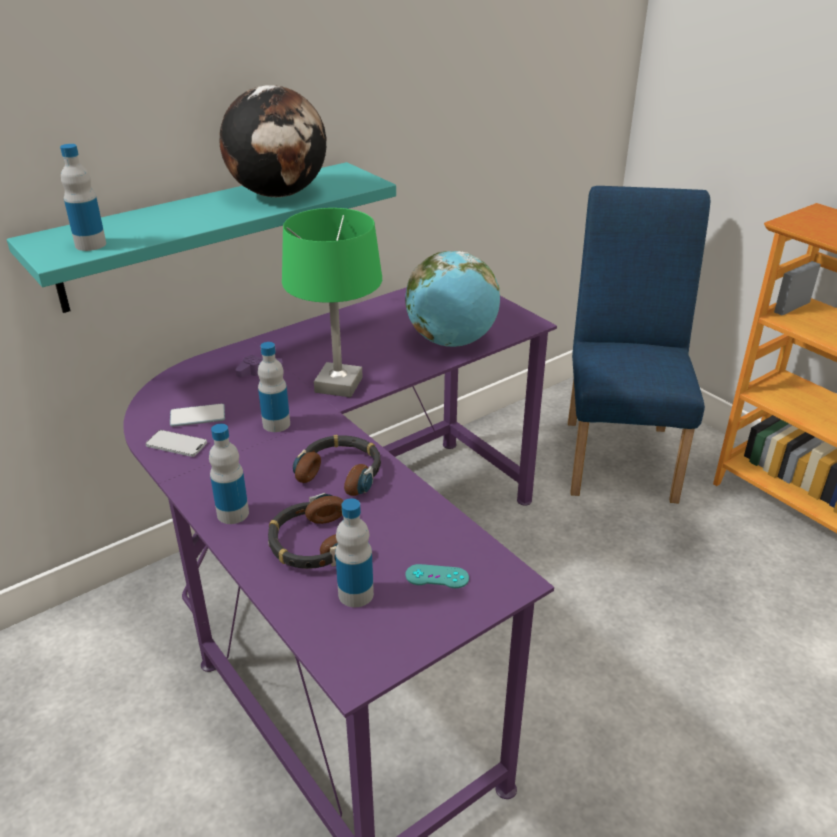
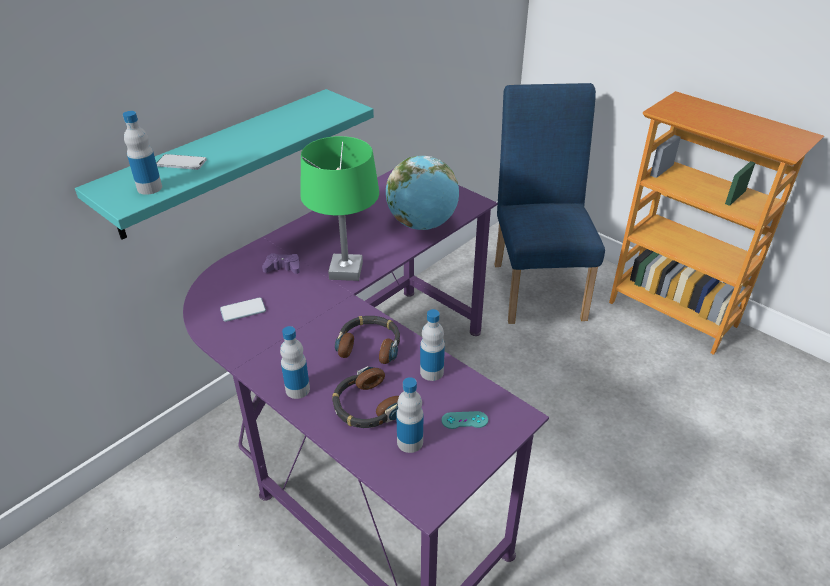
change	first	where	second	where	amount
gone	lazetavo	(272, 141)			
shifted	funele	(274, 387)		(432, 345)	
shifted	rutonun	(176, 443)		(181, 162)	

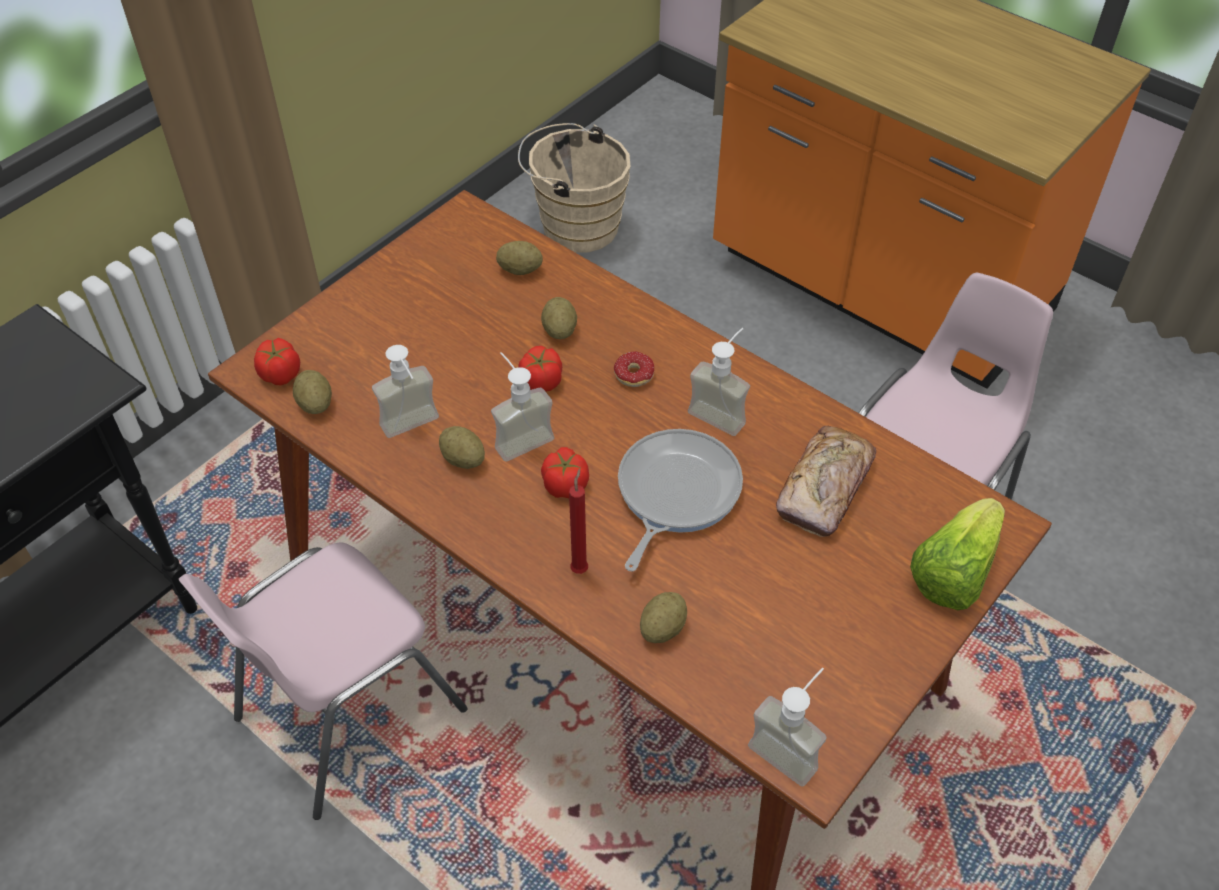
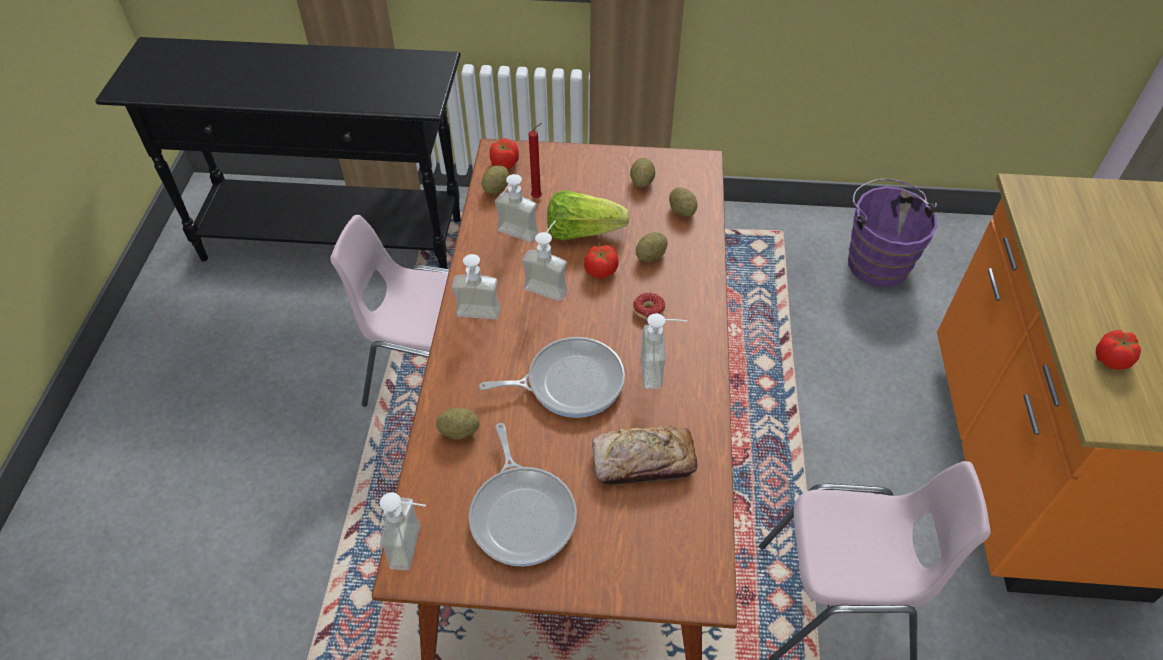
change	first	where	second	where	amount
repainted	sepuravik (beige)	(574, 188)	sepuravik (purple)	(893, 233)	
shifted	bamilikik	(462, 447)		(642, 172)	
shifted	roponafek	(565, 472)		(1118, 350)	
shifted	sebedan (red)	(578, 521)		(535, 160)	
shifted	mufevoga	(957, 554)		(588, 215)	
new			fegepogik	(476, 286)	
new			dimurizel	(523, 494)	

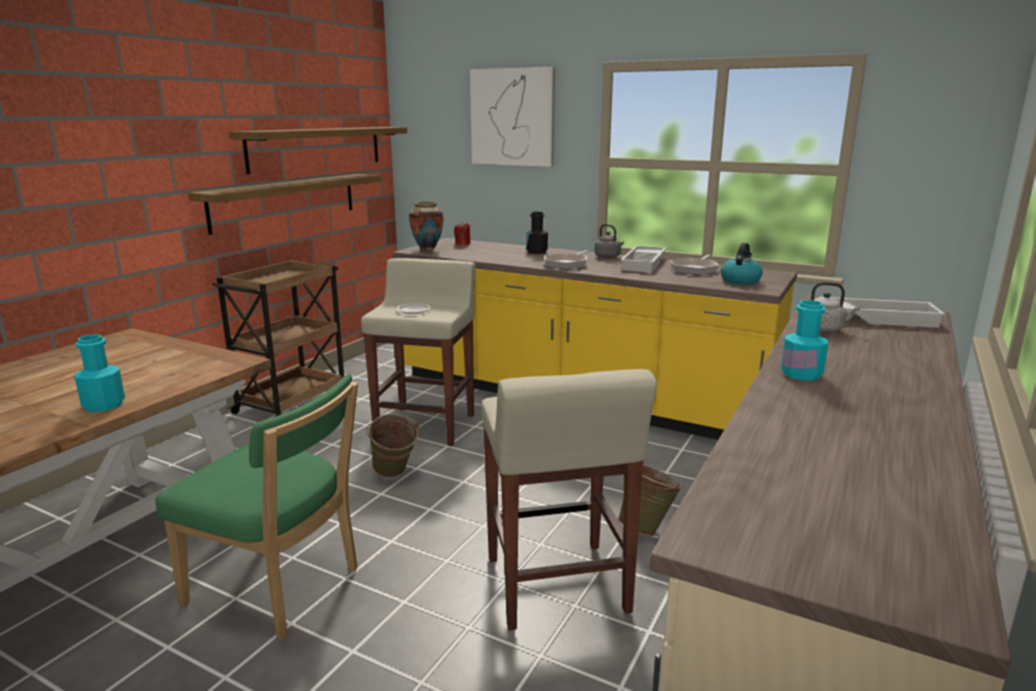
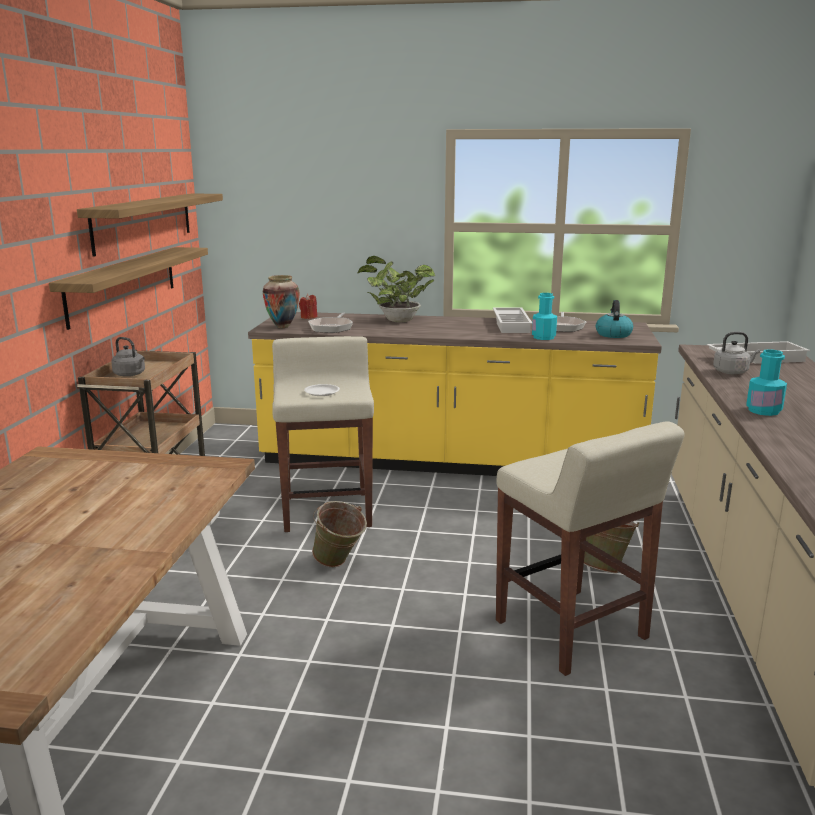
change	first	where	second	where	amount
gone	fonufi	(512, 117)			
swapped	funele (black)	(537, 233)	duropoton	(396, 289)	
shifted	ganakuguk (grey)	(609, 241)		(128, 357)	
shifted	dimurizel	(566, 259)		(330, 322)	
shifted	funele (turquoise)	(99, 373)		(544, 316)	
gone	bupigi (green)	(256, 507)			

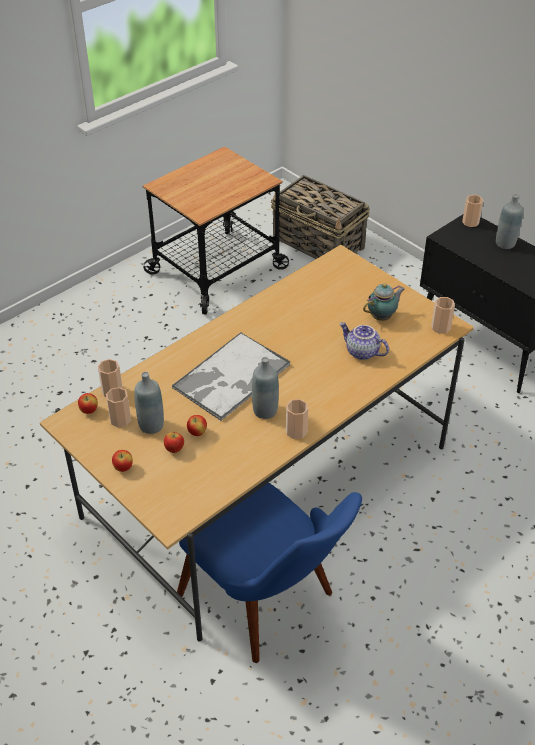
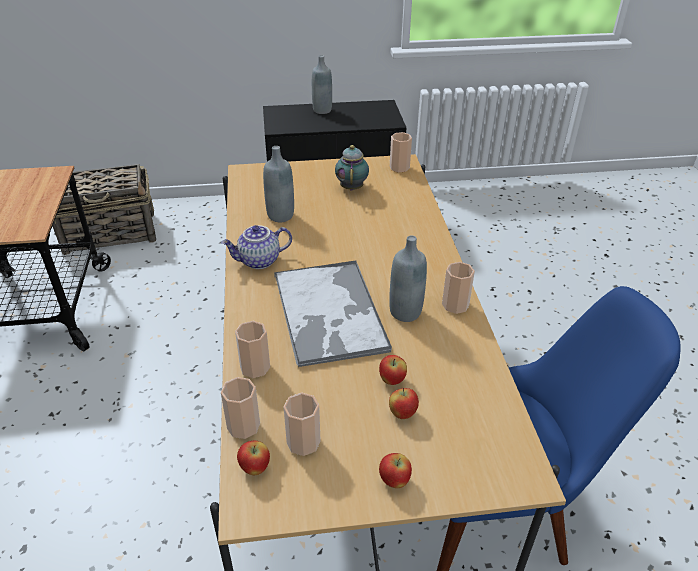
change	first	where	second	where	amount
shifted	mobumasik	(472, 211)		(252, 349)	
shifted	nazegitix	(364, 341)		(256, 247)	
shifted	funele (grey)	(149, 403)		(278, 184)	

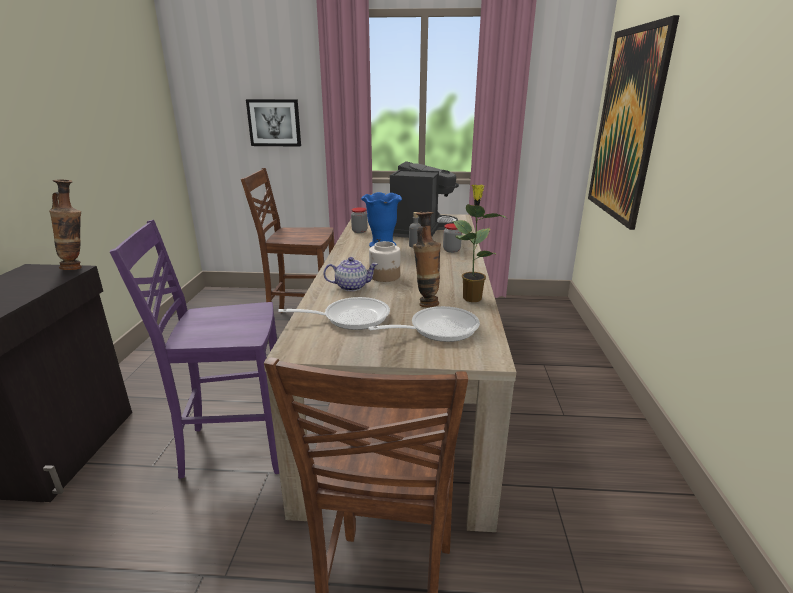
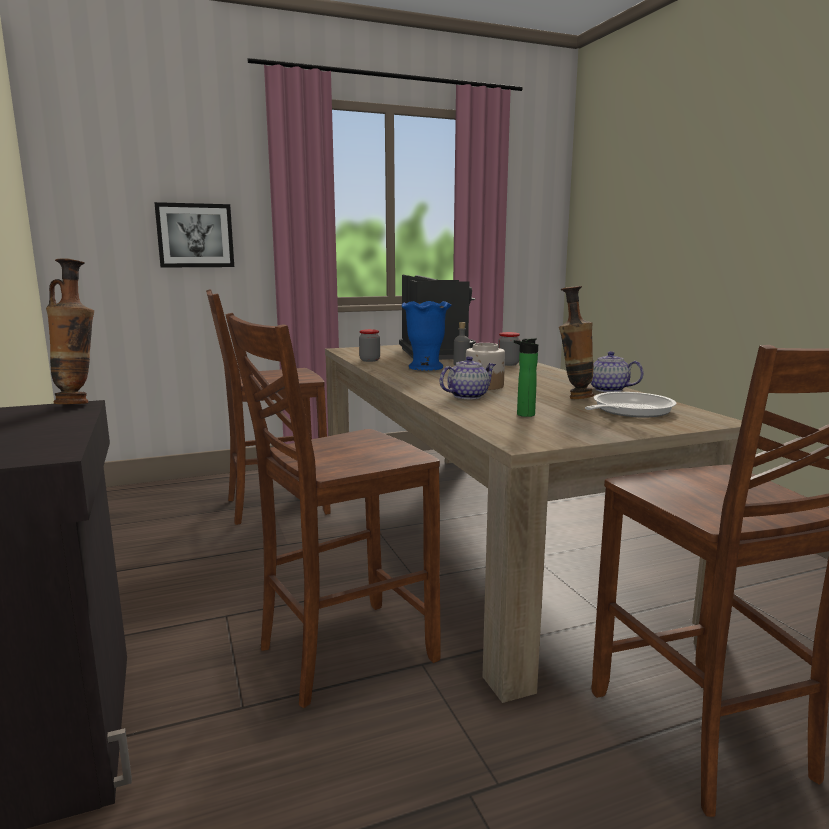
change	first	where	second	where	amount
gone	fonufi	(634, 122)			
swapped	duropoton	(480, 243)	nazegitix	(617, 371)	
repainted	bupigi (purple)	(194, 349)	bupigi (brown)	(333, 510)	
swapped	dimurizel	(334, 313)	funele	(526, 377)	

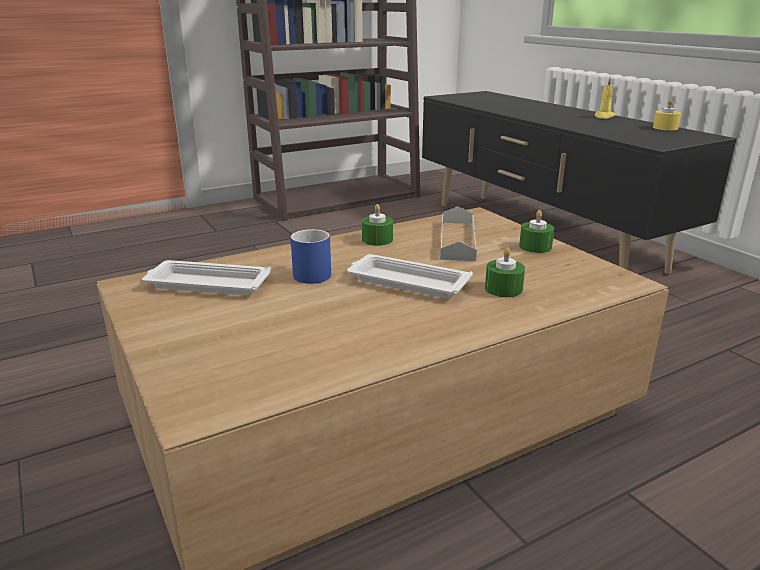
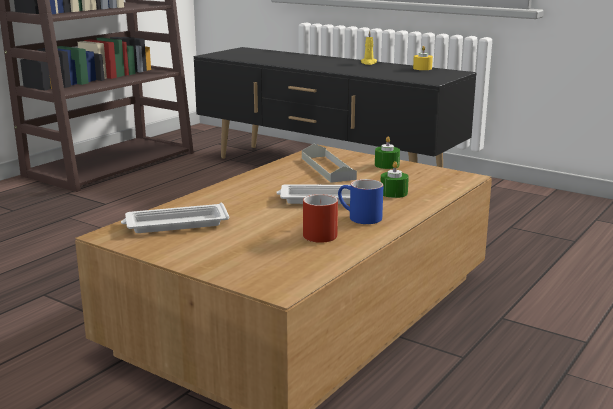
change	first	where	second	where	amount
gone	sebedan (green)	(377, 225)			
shifted	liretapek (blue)	(310, 256)		(361, 201)	
new			liretapek (red)	(320, 218)	

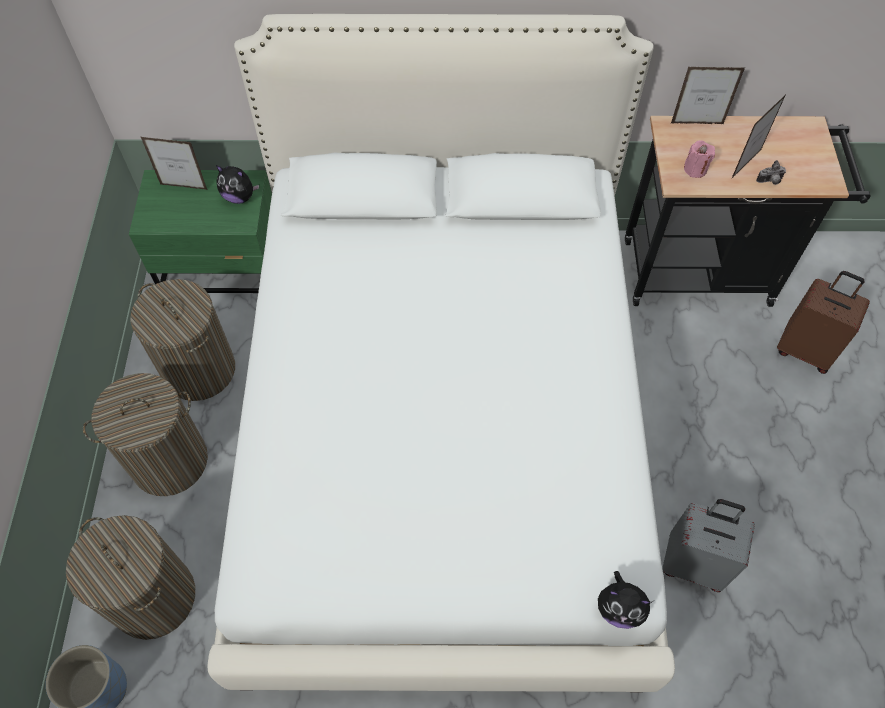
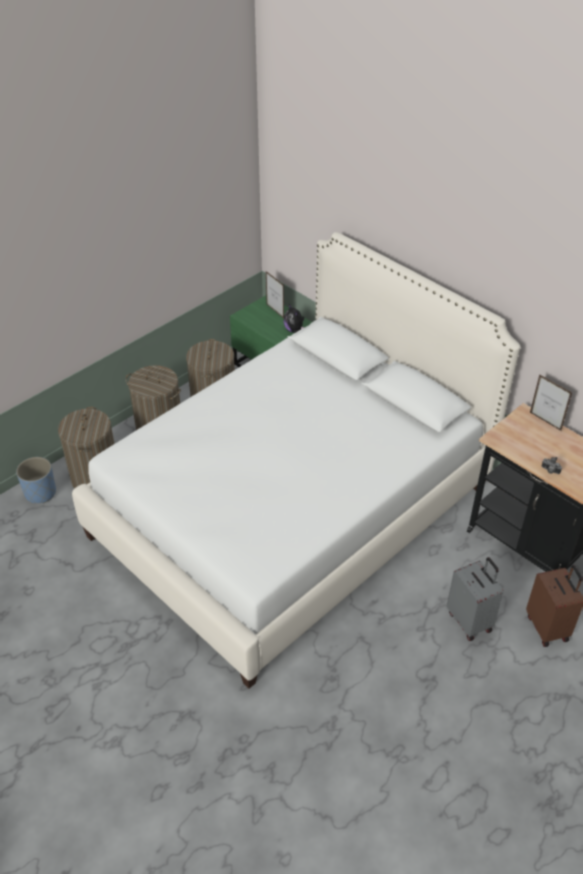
change	first	where	second	where	amount
gone	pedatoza	(759, 136)			
gone	sebedan (pink)	(699, 159)			
shifted	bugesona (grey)	(708, 545)		(475, 599)	
gone	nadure	(626, 600)			

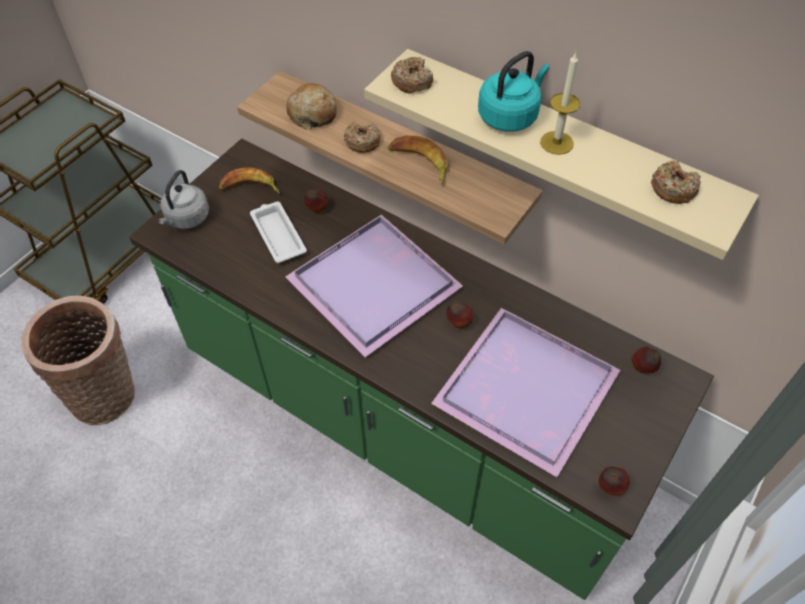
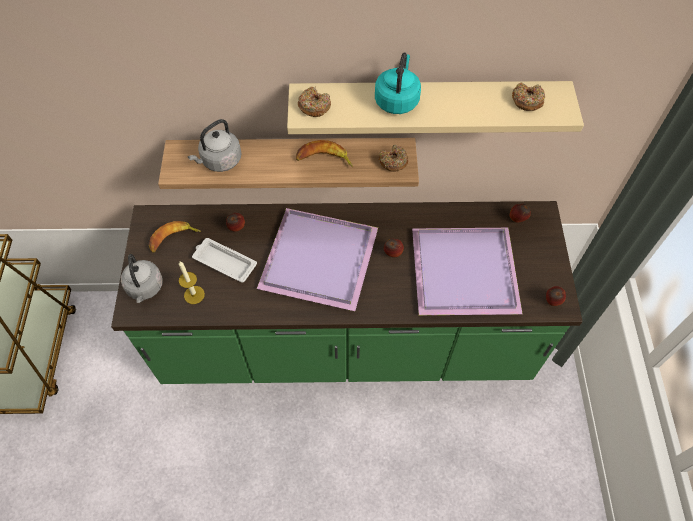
change	first	where	second	where	amount
shifted	sebedan	(560, 103)		(192, 282)	
swapped	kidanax	(311, 106)	ganakuguk (grey)	(215, 145)	
shifted	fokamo	(362, 137)		(393, 158)	
gone	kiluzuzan	(78, 360)			

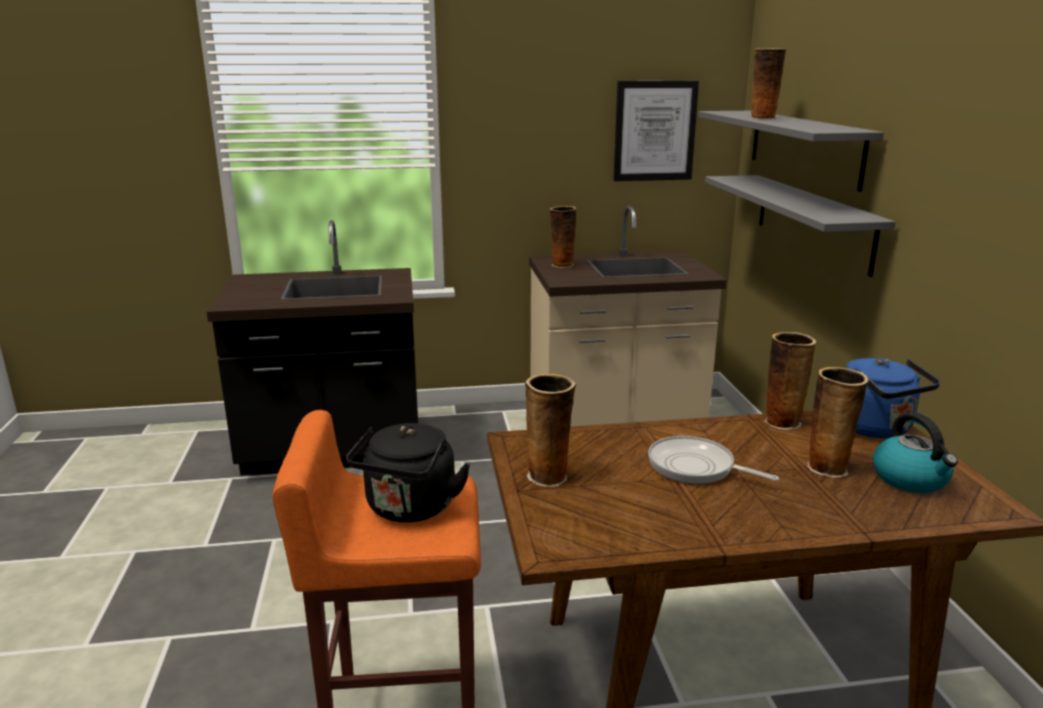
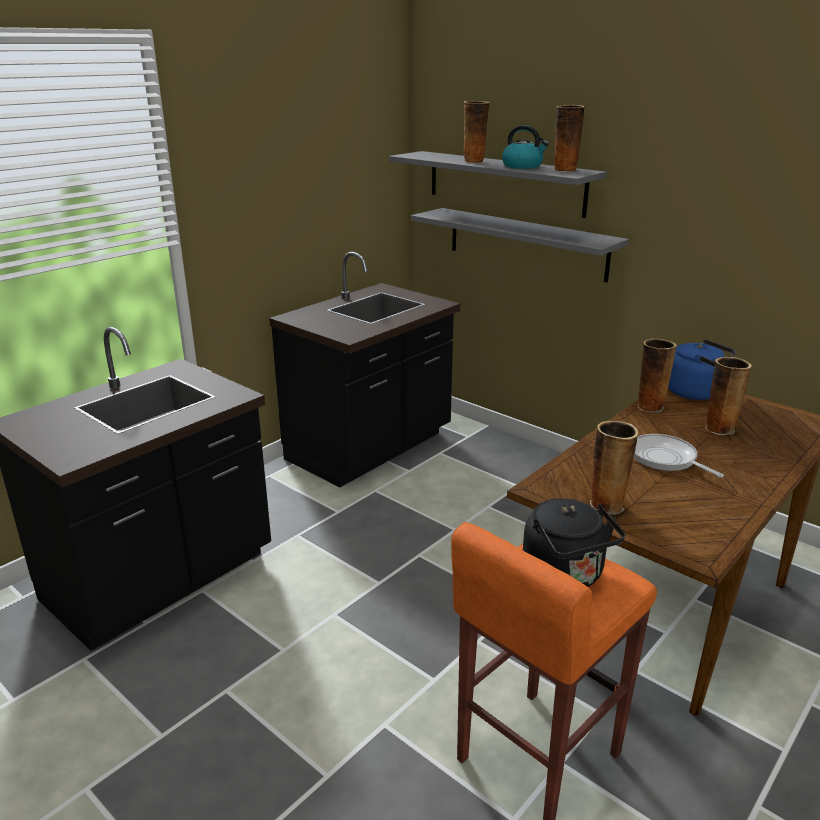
change	first	where	second	where	amount
gone	fonufi	(656, 131)			
repainted	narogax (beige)	(628, 316)	narogax (black)	(364, 369)	
shifted	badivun	(563, 237)		(569, 138)	
shifted	ganakuguk	(915, 452)		(525, 147)	
rotated	dimurizel	(713, 460)		(679, 456)	60 degrees clockwise

